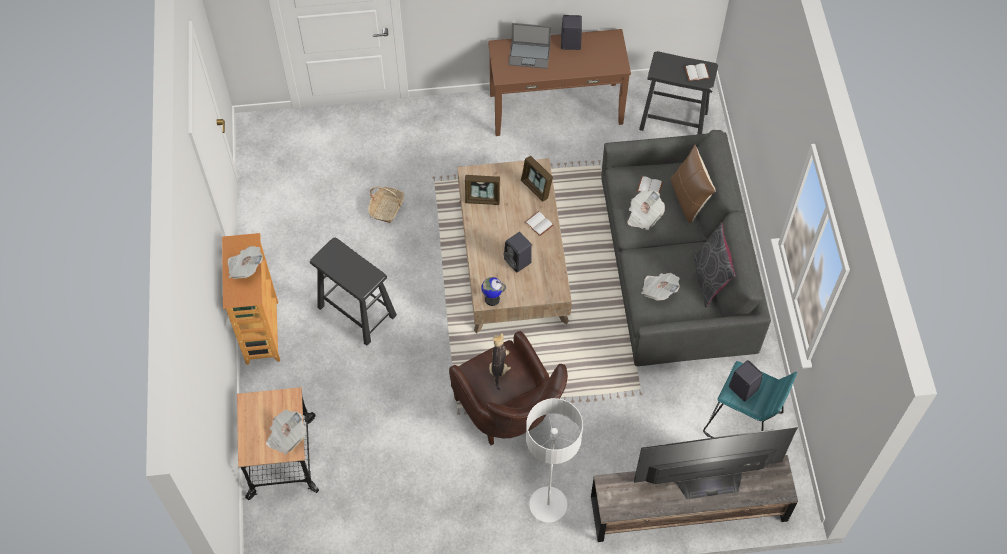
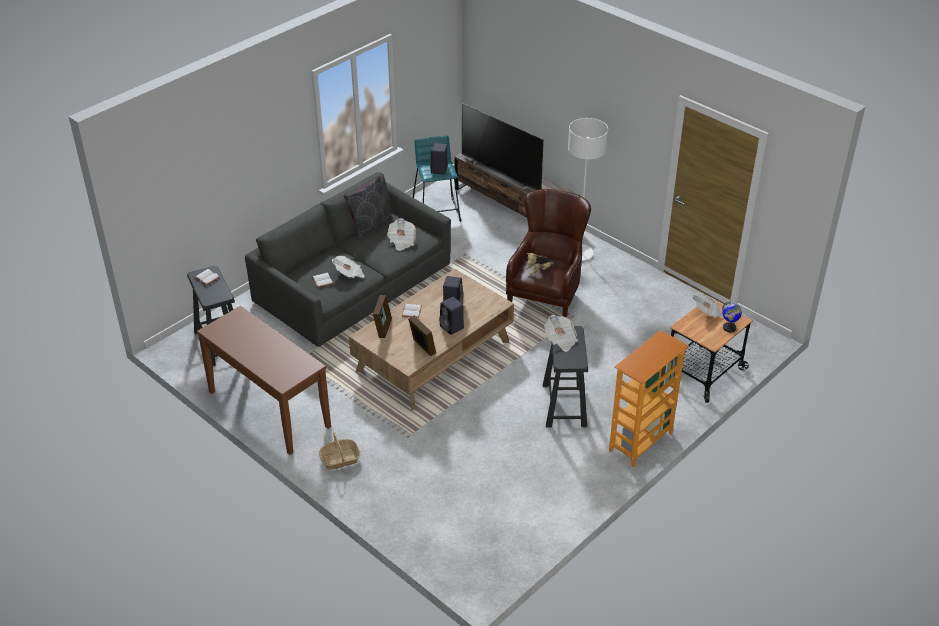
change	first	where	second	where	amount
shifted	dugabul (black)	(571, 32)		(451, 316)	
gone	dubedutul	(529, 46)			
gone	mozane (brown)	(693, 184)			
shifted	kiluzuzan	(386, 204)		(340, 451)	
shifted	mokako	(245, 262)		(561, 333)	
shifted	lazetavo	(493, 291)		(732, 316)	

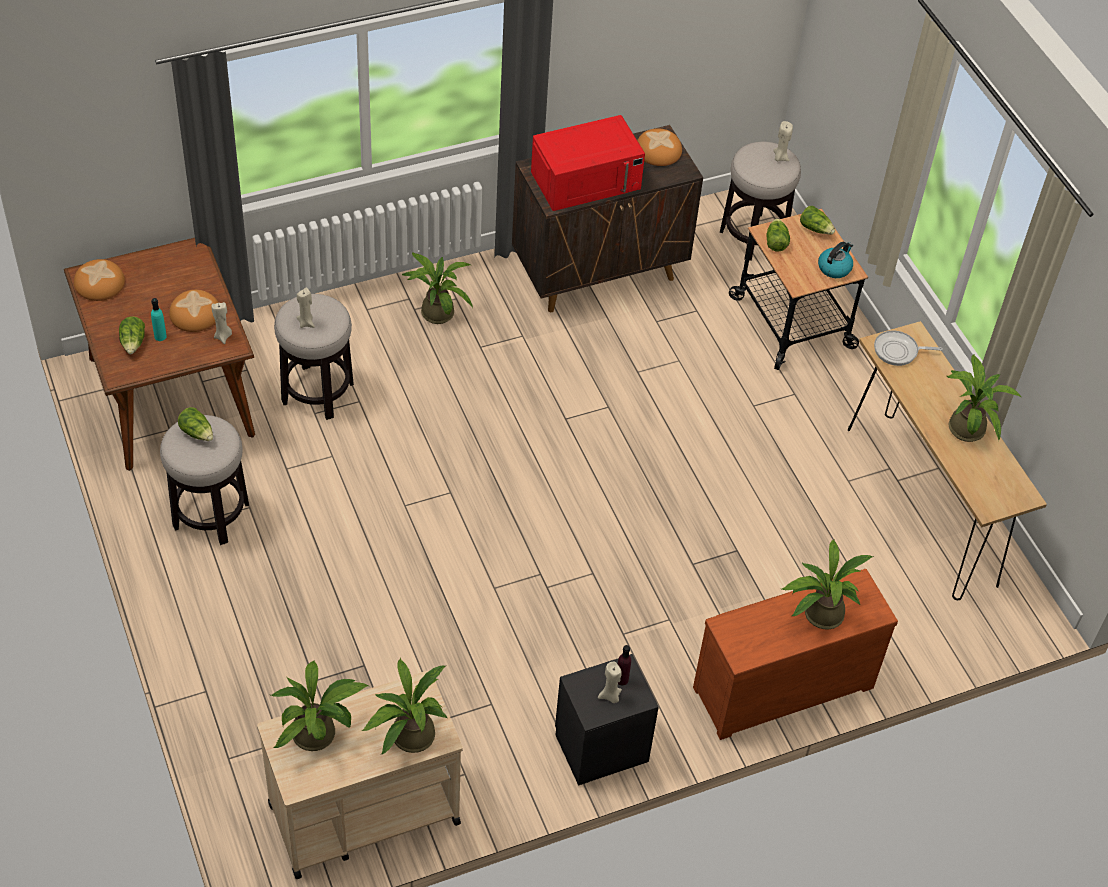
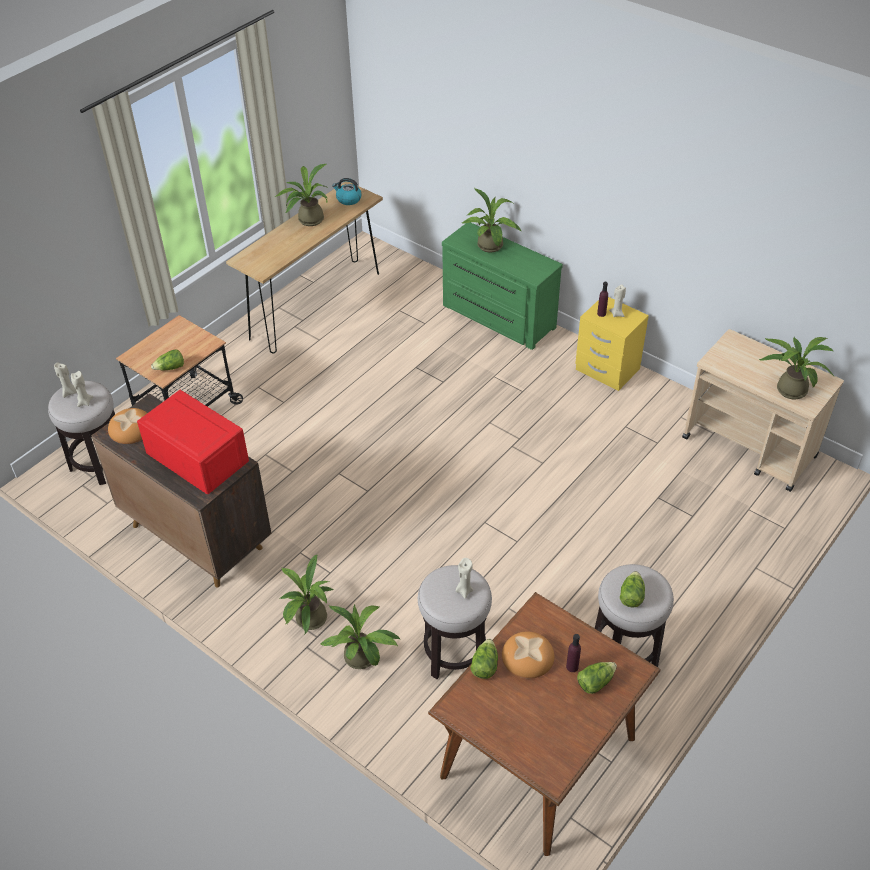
change	first	where	second	where	amount
shifted	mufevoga	(817, 220)		(484, 659)	
shifted	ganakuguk	(835, 260)		(347, 191)	
gone	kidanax	(99, 280)			
repainted	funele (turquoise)	(159, 319)	funele (purple)	(573, 653)	
shifted	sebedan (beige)	(221, 323)		(82, 389)	
gone	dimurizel	(908, 348)			
repainted	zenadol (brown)	(795, 654)	zenadol (green)	(502, 286)	
repainted	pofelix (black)	(607, 720)	pofelix (yellow)	(612, 344)	
shifted	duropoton	(405, 706)		(360, 637)	

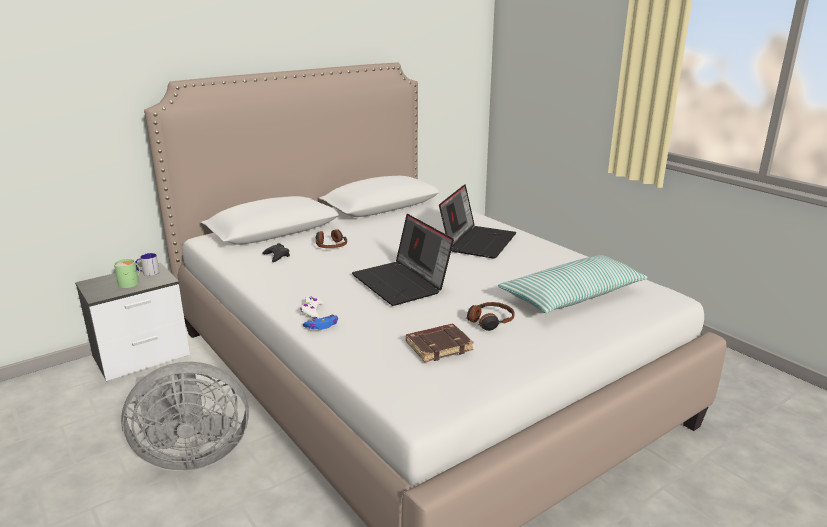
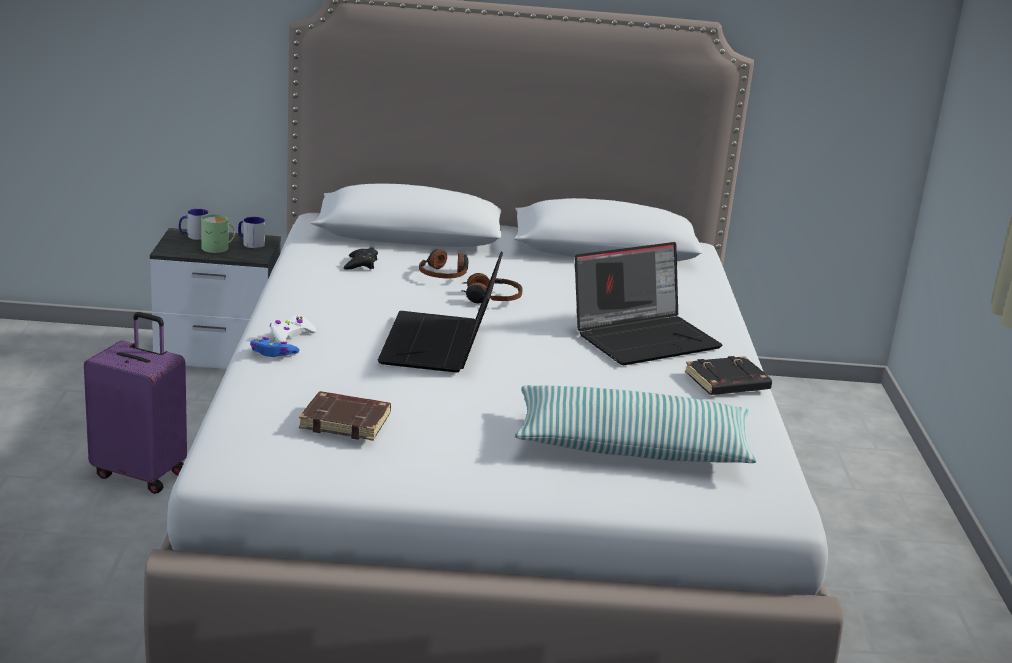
change	first	where	second	where	amount
shifted	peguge	(490, 316)		(492, 288)	
swapped	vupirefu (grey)	(185, 416)	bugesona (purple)	(135, 403)	
new			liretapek	(194, 224)	
new			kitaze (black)	(728, 375)	

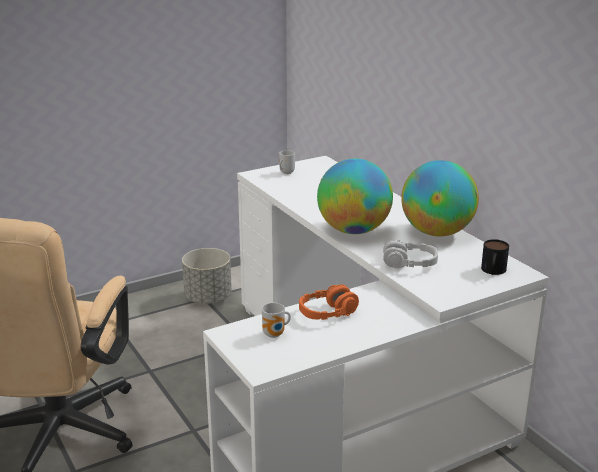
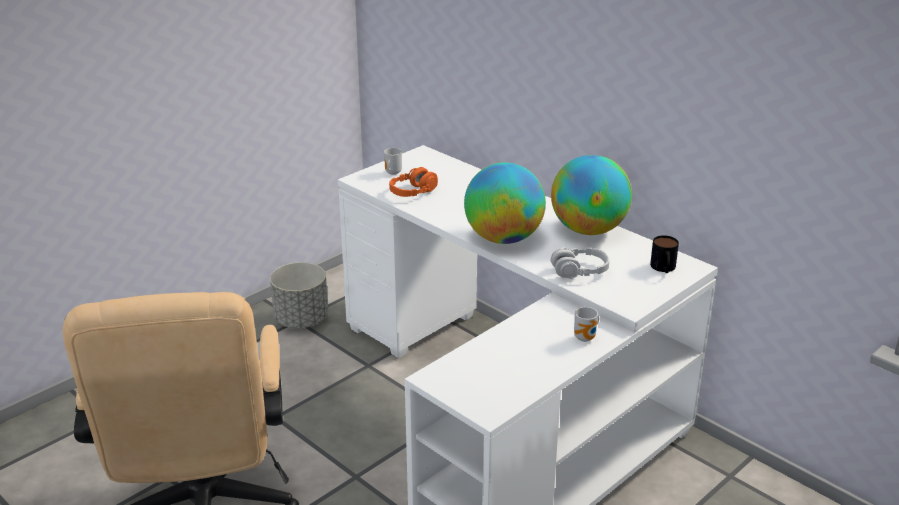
change	first	where	second	where	amount
shifted	peguge (orange)	(329, 302)		(413, 182)	
shifted	liretapek	(276, 320)		(586, 324)	

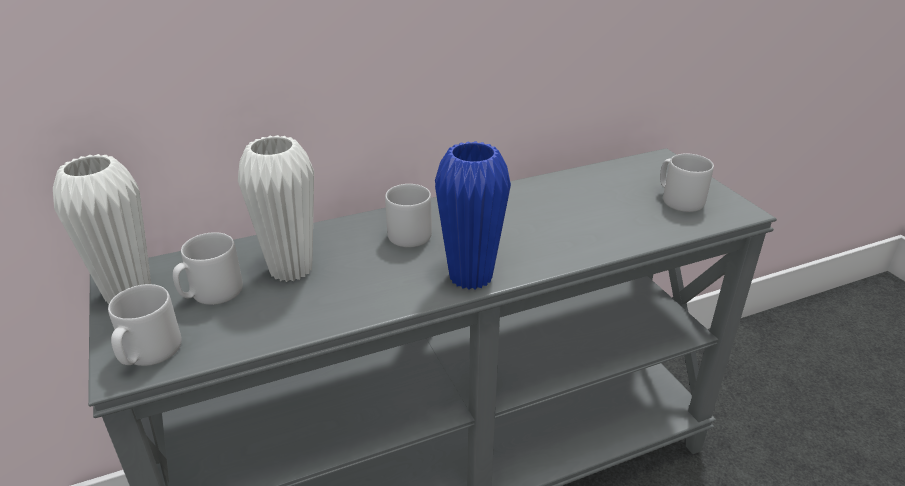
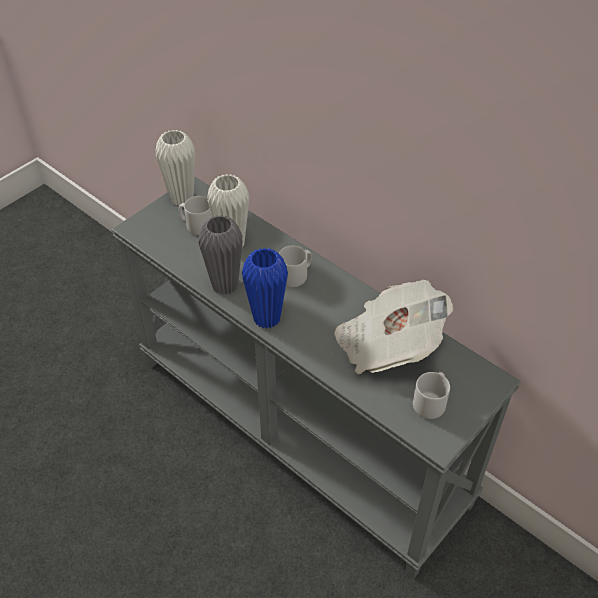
change	first	where	second	where	amount
gone	liretapek (grey)	(145, 325)			
new			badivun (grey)	(220, 255)	
new			mokako	(393, 327)	

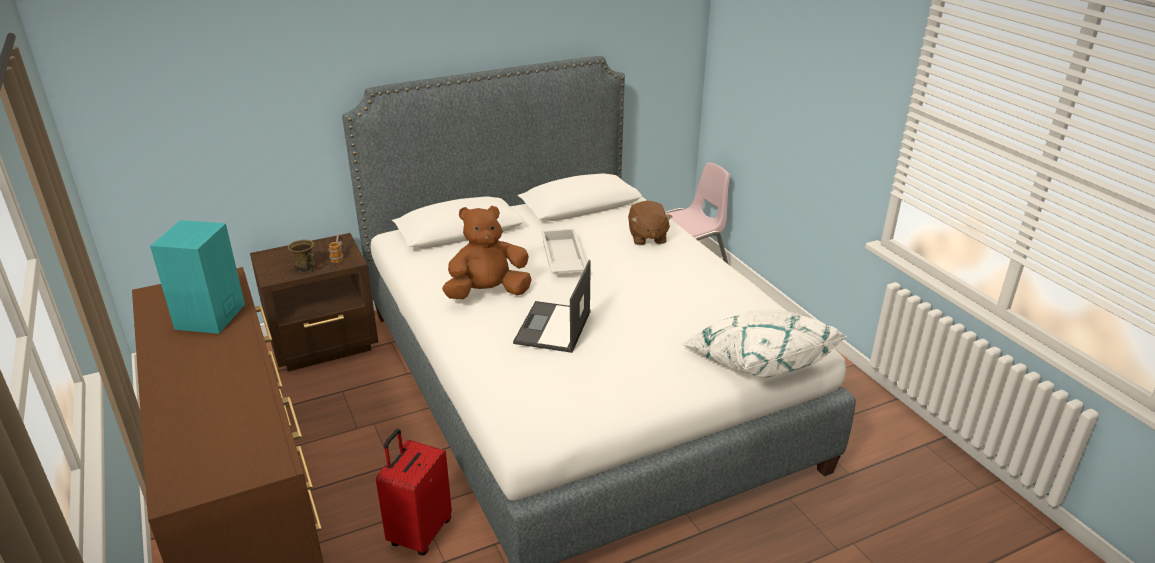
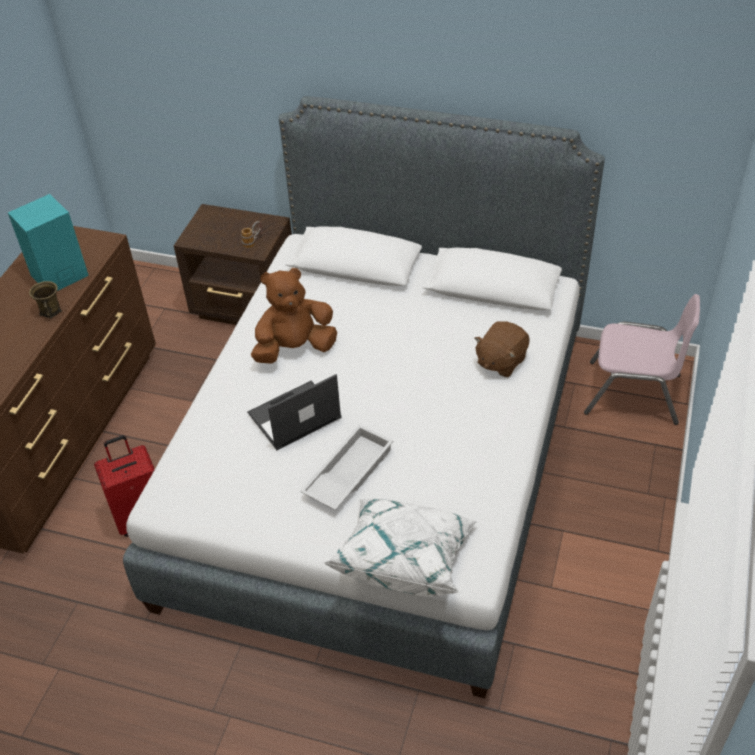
change	first	where	second	where	amount
rotated	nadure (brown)	(487, 252)		(294, 316)	45 degrees counterclockwise
shifted	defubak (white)	(563, 251)		(346, 467)	
shifted	liretapek (brown)	(301, 256)		(45, 299)	

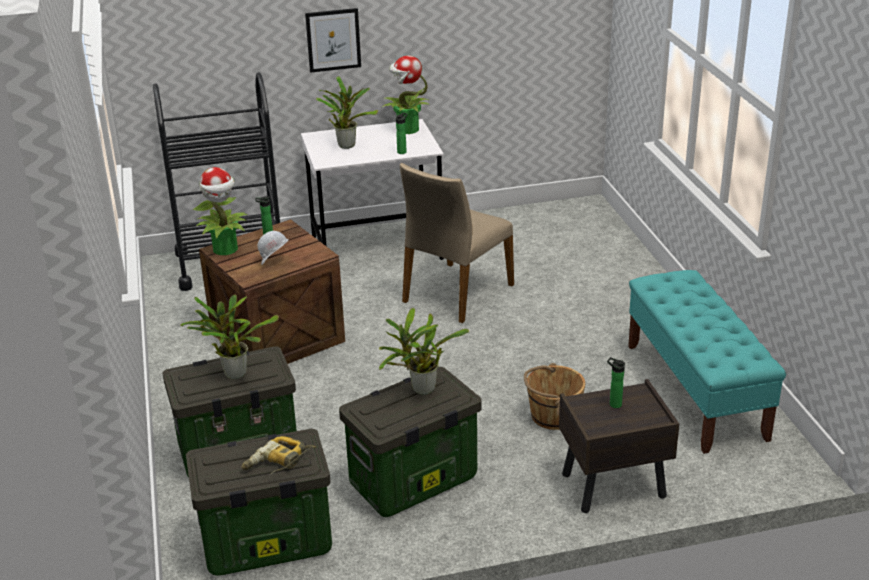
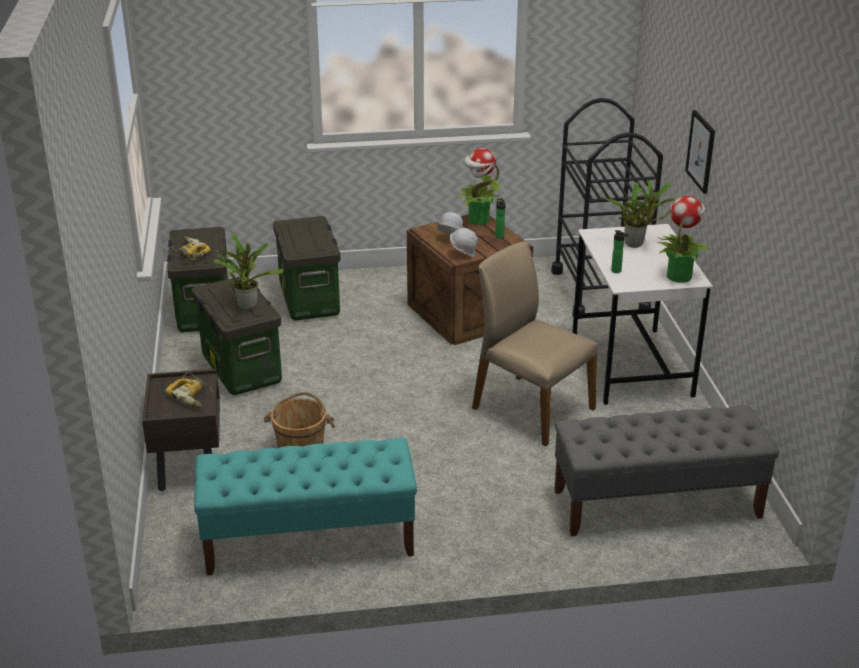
change	first	where	second	where	amount
gone	duropoton	(229, 337)			
swapped	funele	(616, 382)	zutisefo	(189, 390)	
new			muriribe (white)	(464, 243)	
new			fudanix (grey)	(666, 471)	

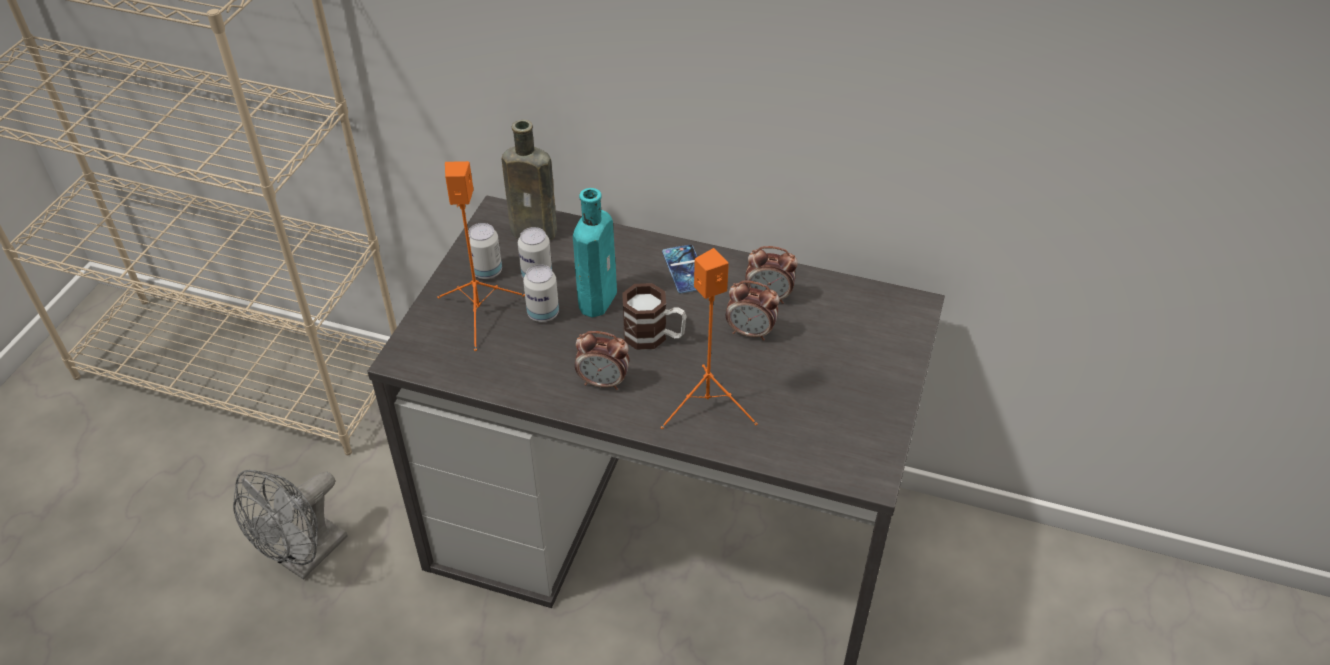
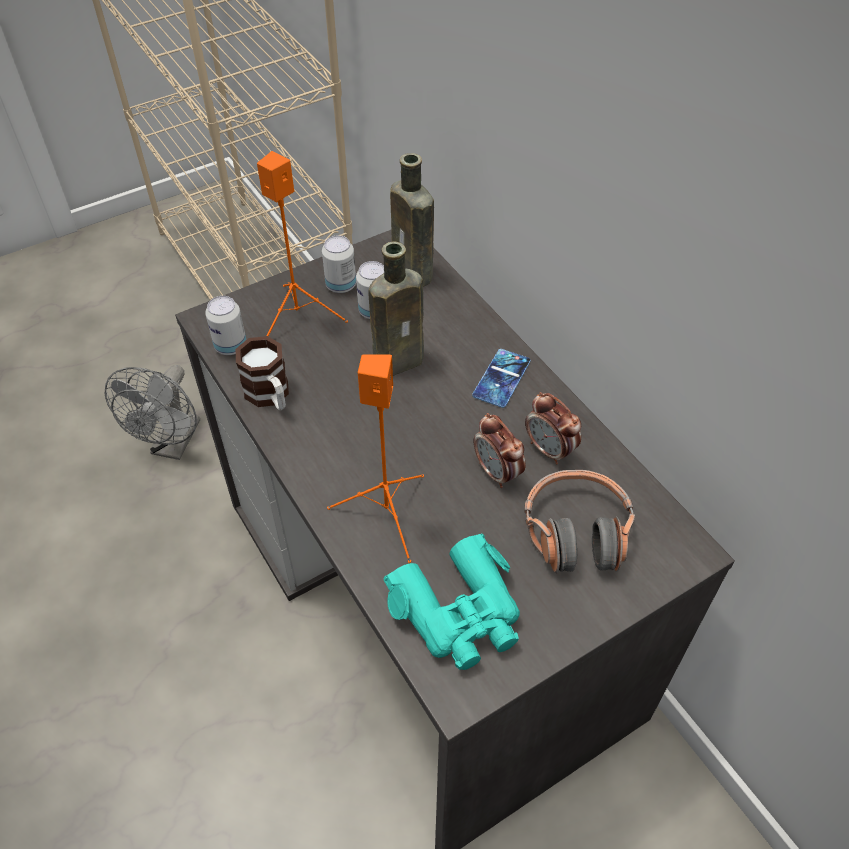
change	first	where	second	where	amount
repainted	funele (turquoise)	(595, 252)	funele (brown)	(396, 309)	
shifted	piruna	(541, 293)		(225, 325)	
shifted	liretapek	(654, 316)		(262, 373)	
gone	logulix	(602, 360)			
rotated	vupirefu (grey)	(290, 525)		(152, 412)	60 degrees counterclockwise
new			peguge	(579, 521)	
new			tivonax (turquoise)	(452, 601)	

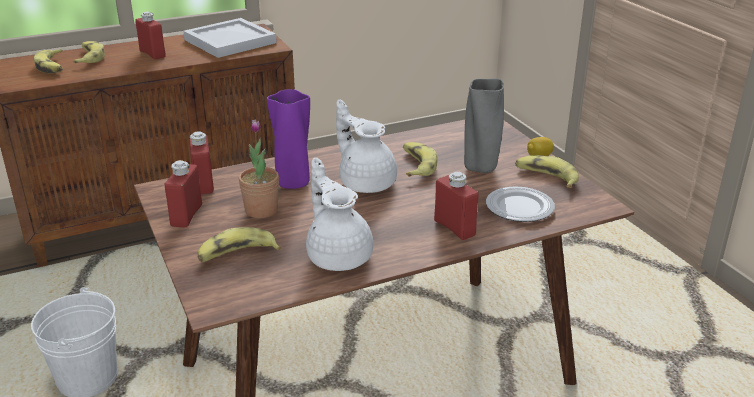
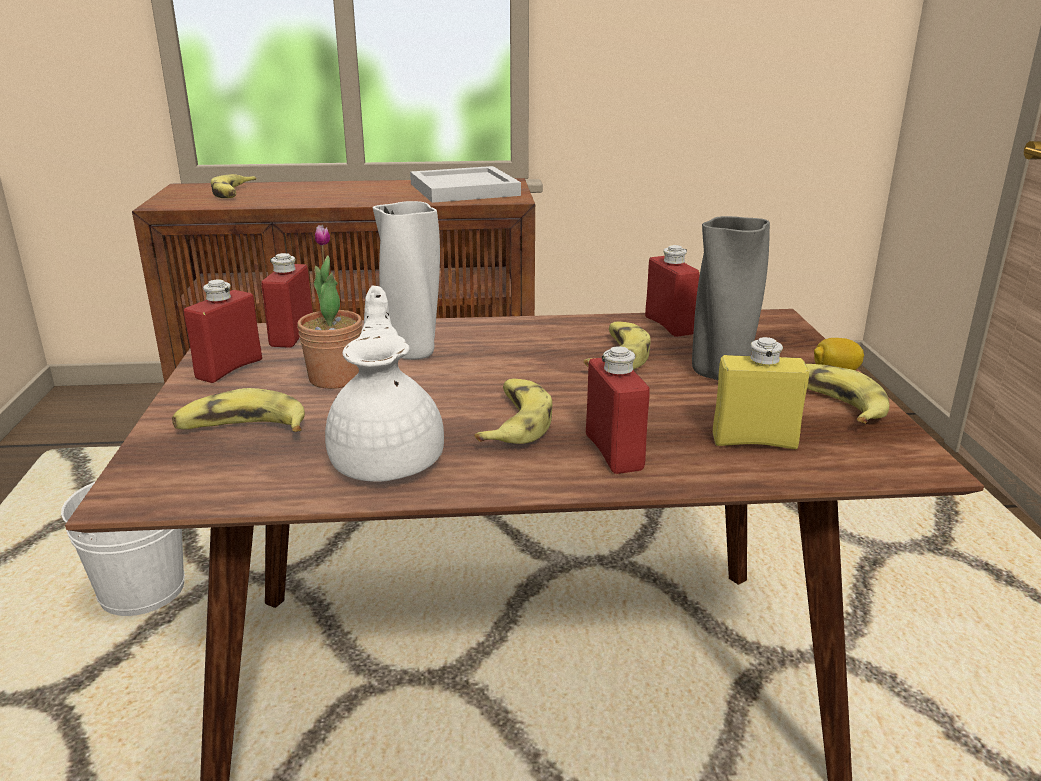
change	first	where	second	where	amount
shifted	funele (red)	(150, 35)		(672, 291)	
shifted	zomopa	(89, 52)		(513, 411)	
repainted	badivun (purple)	(288, 139)	badivun (white)	(406, 280)	
gone	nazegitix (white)	(366, 146)			
swapped	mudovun	(520, 204)	funele (yellow)	(761, 393)	

